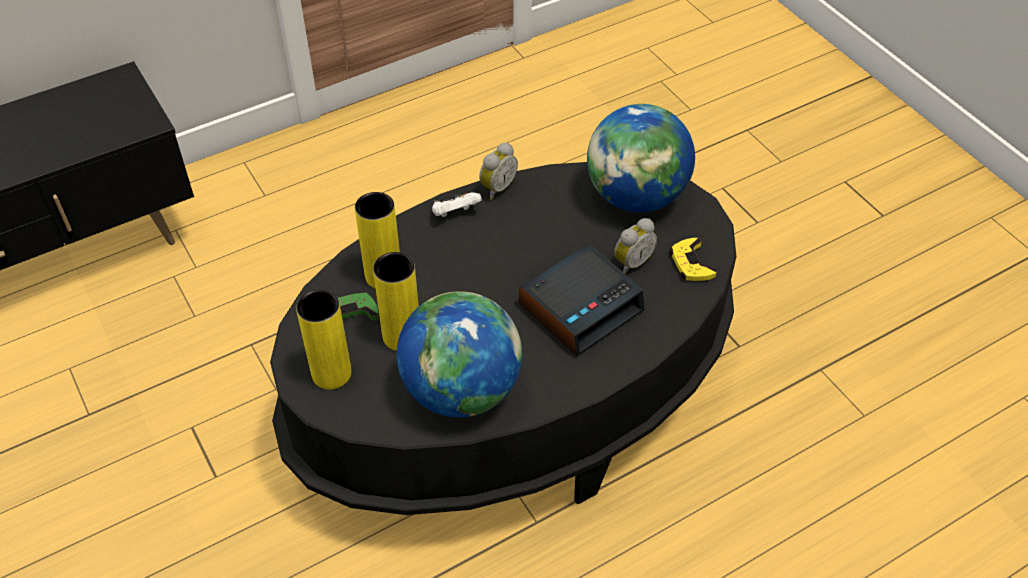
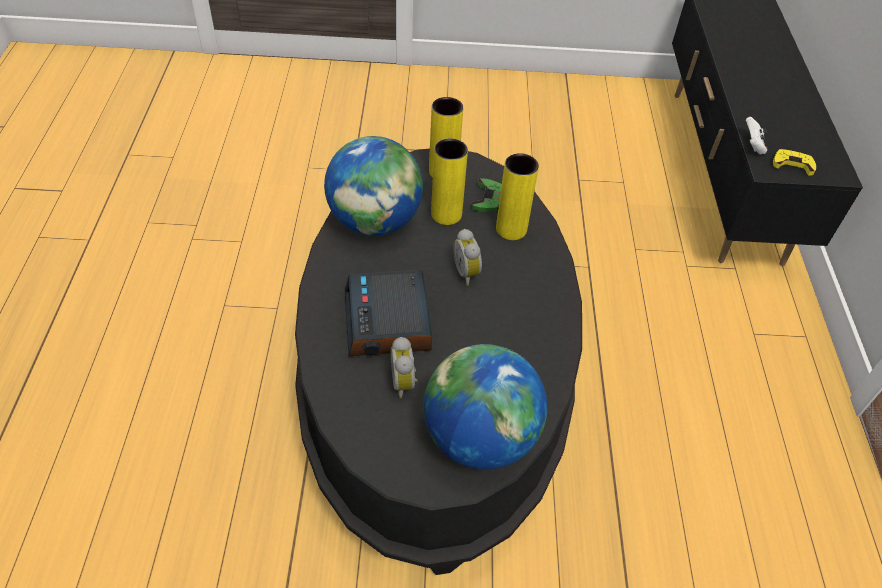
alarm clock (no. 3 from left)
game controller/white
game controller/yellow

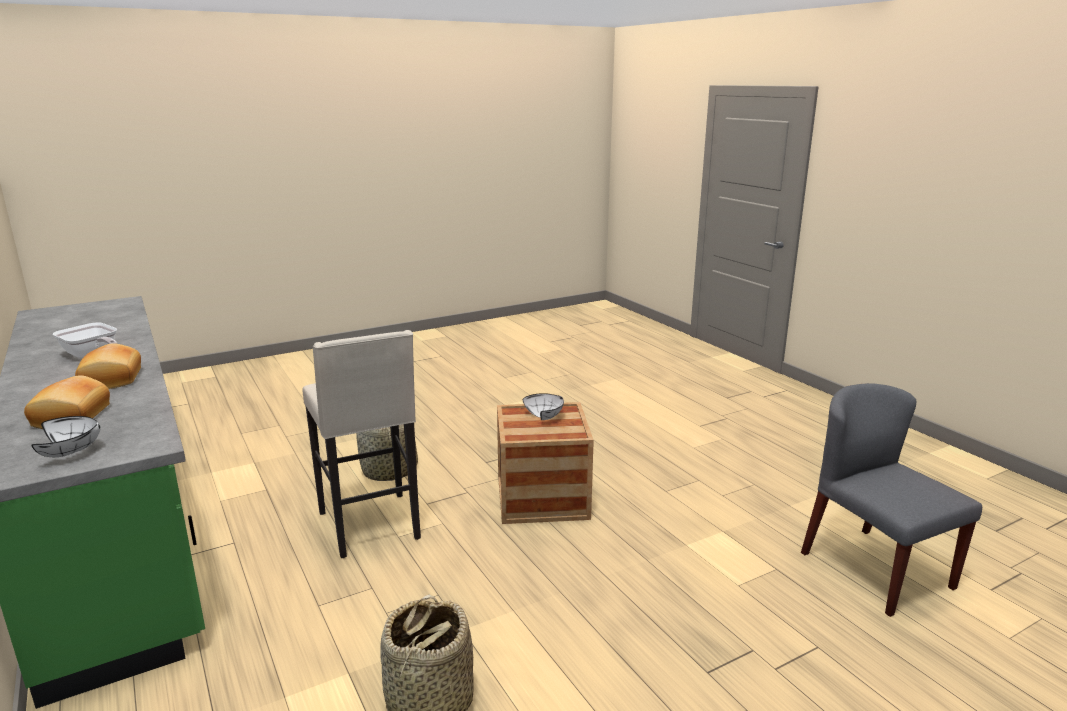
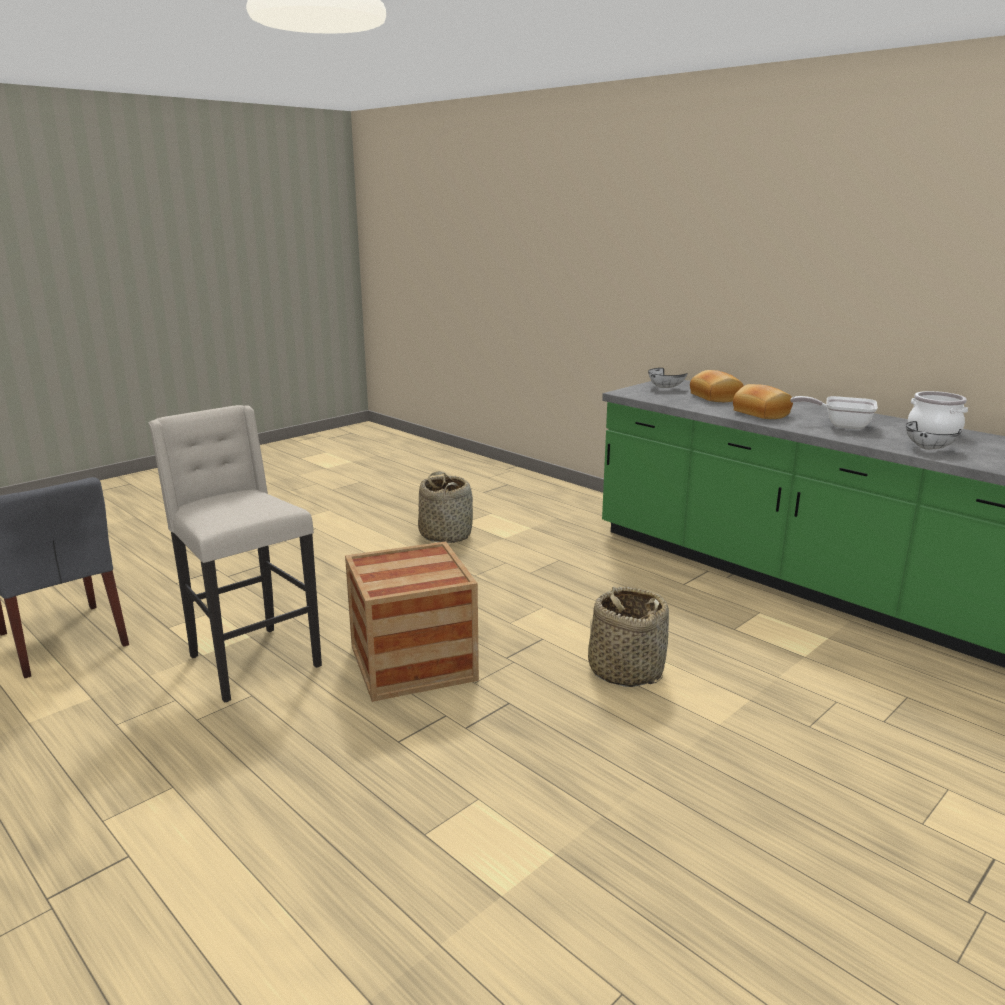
stool/beige
bowl/white (no. 2 from left)
cooking pot

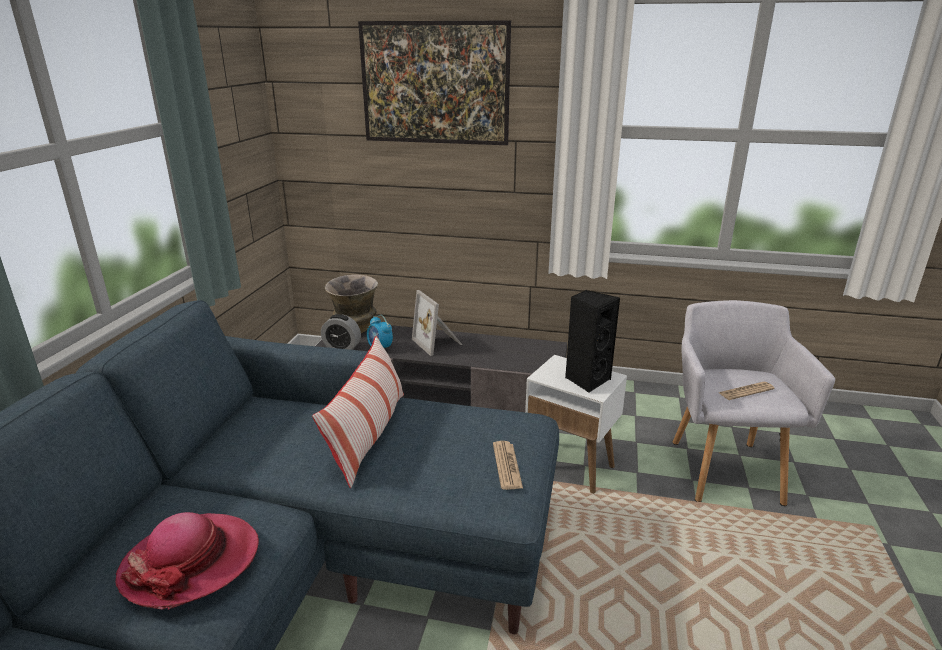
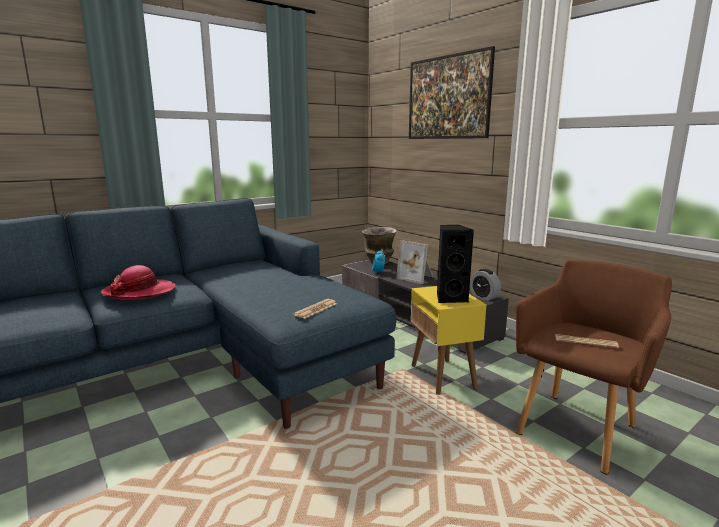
picture frame
armchair/brown
alarm clock (no. 2 from left)
pillow
side table/yellow

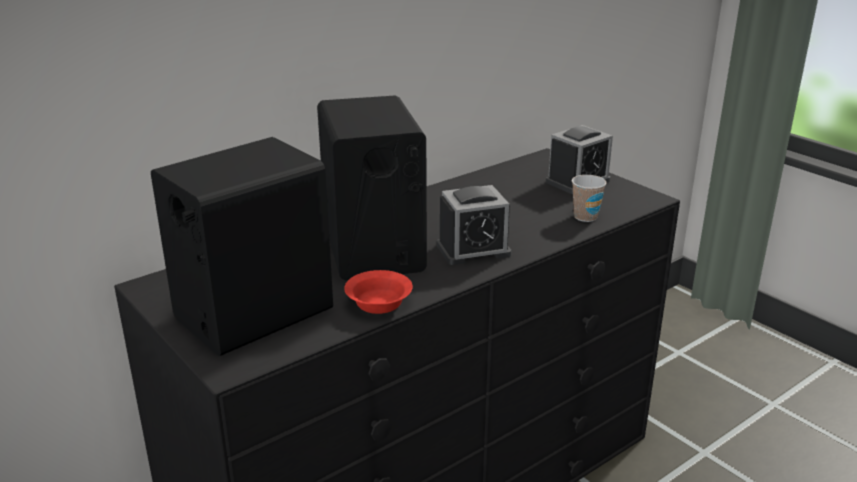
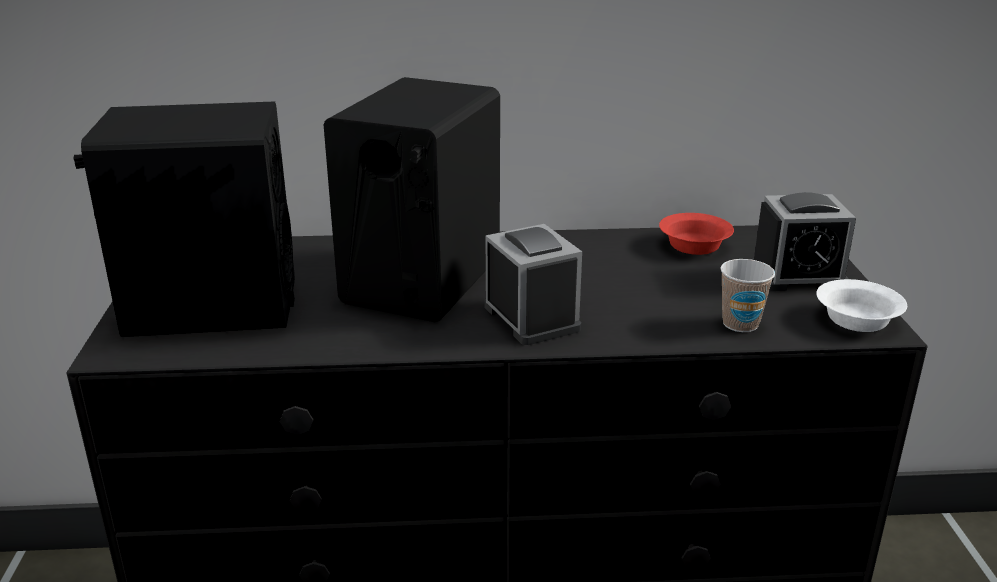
alarm clock (no. 1 from left)
bowl/red
bowl/white

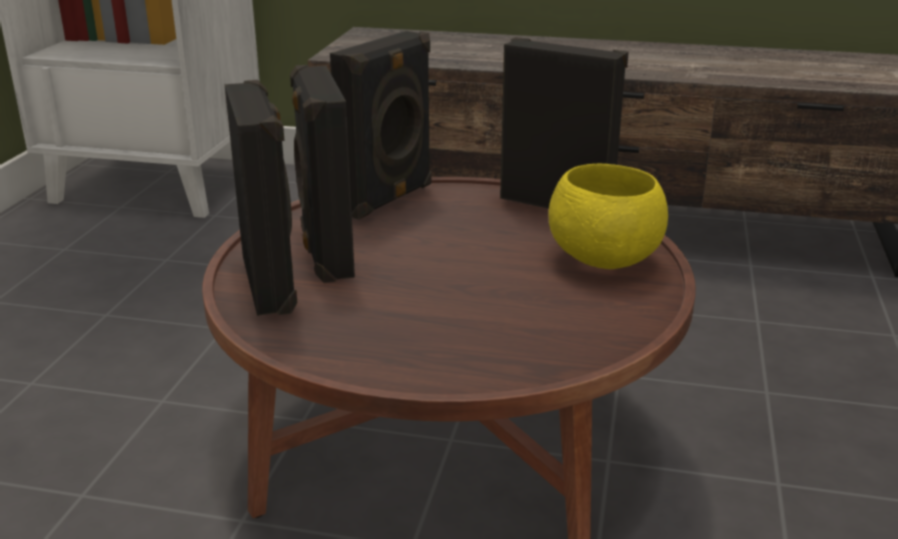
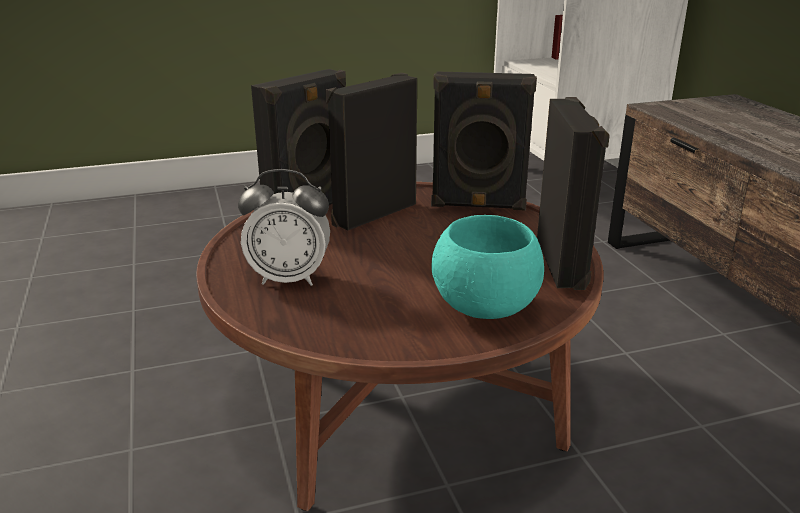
bowl/turquoise
alarm clock

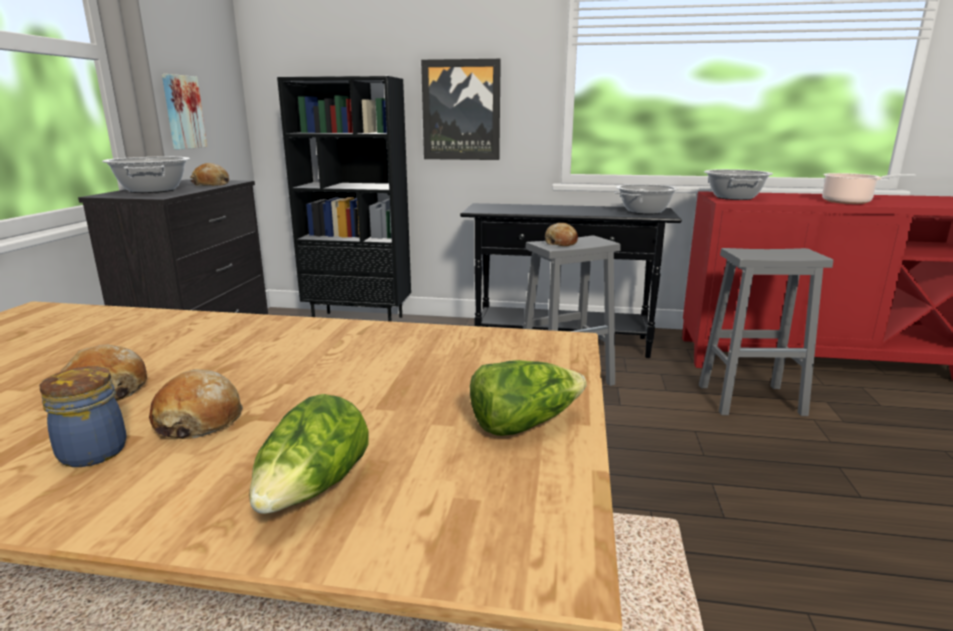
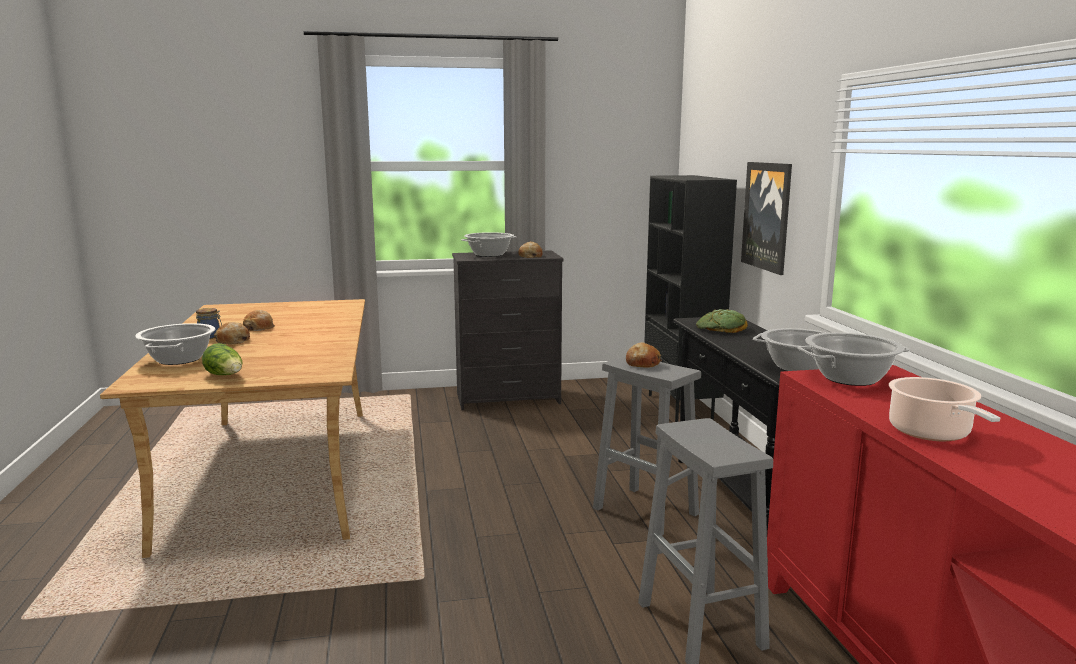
picture (no. 1 from left in the first image)
cooking pot (no. 1 from left)
bread (no. 5 from left)

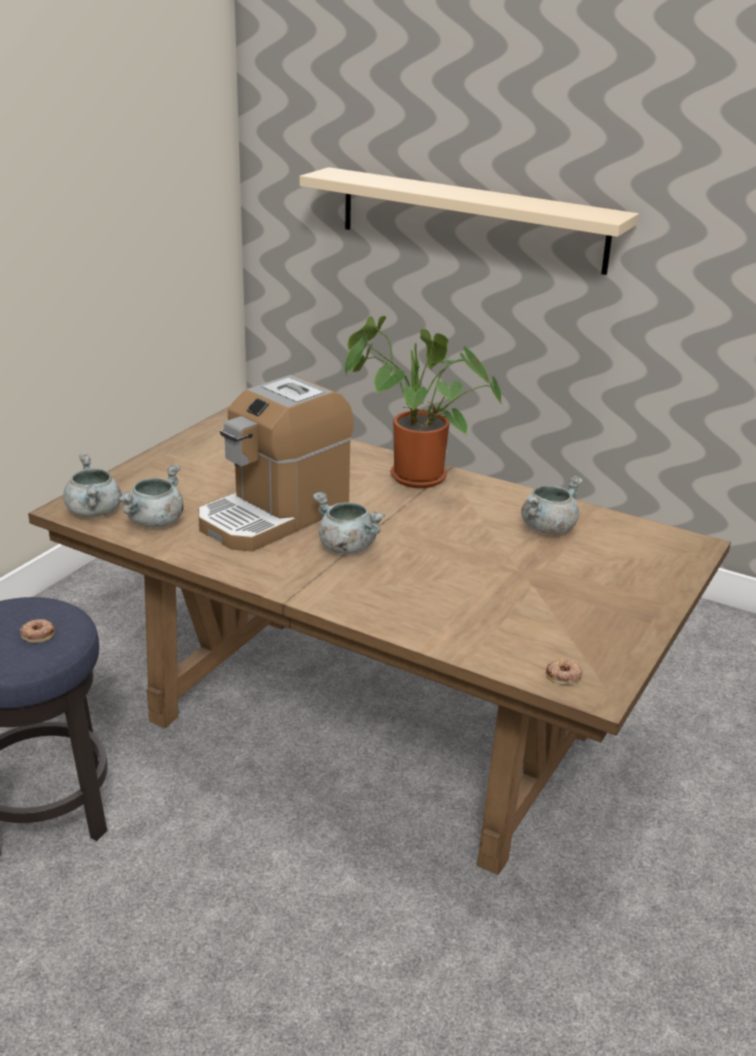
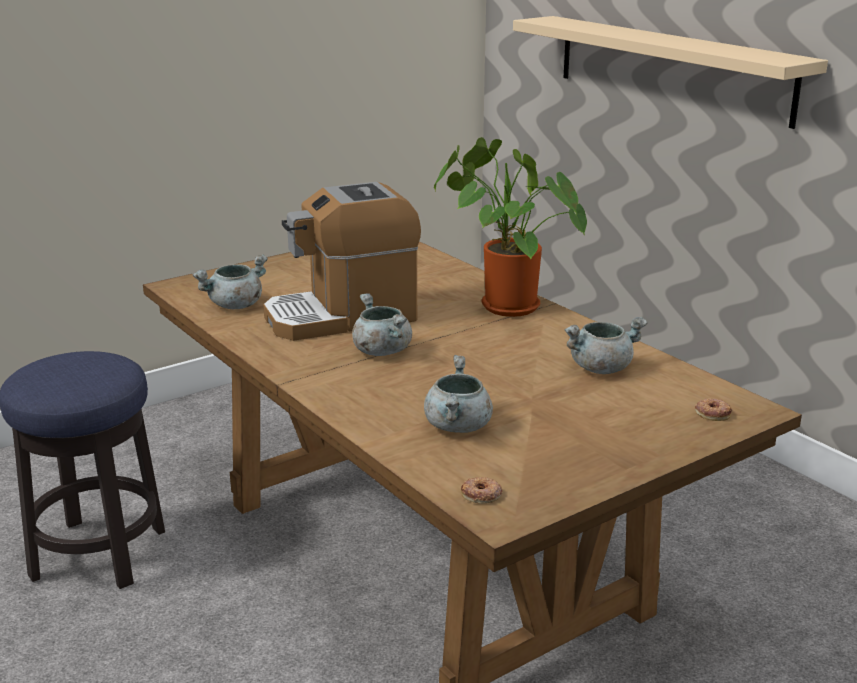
cooking pot/grey (no. 3 from left)
donut (no. 2 from left)

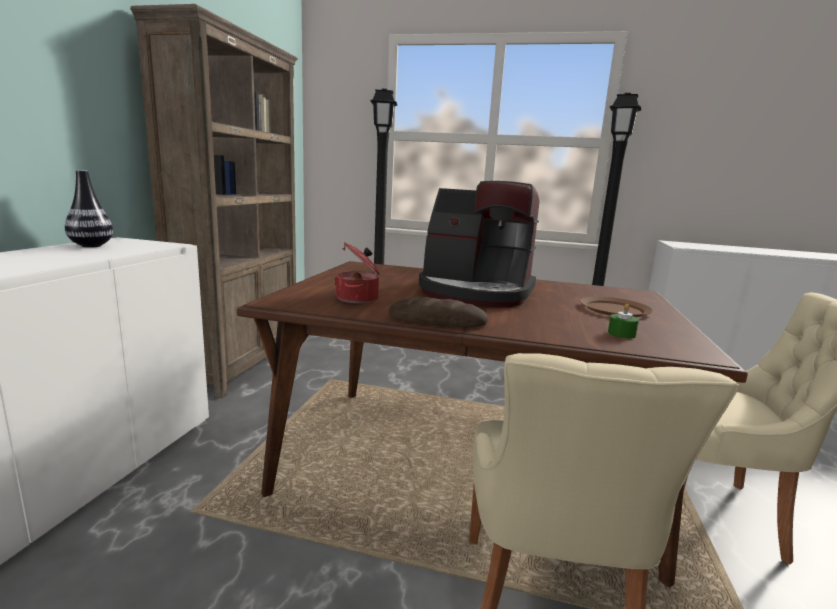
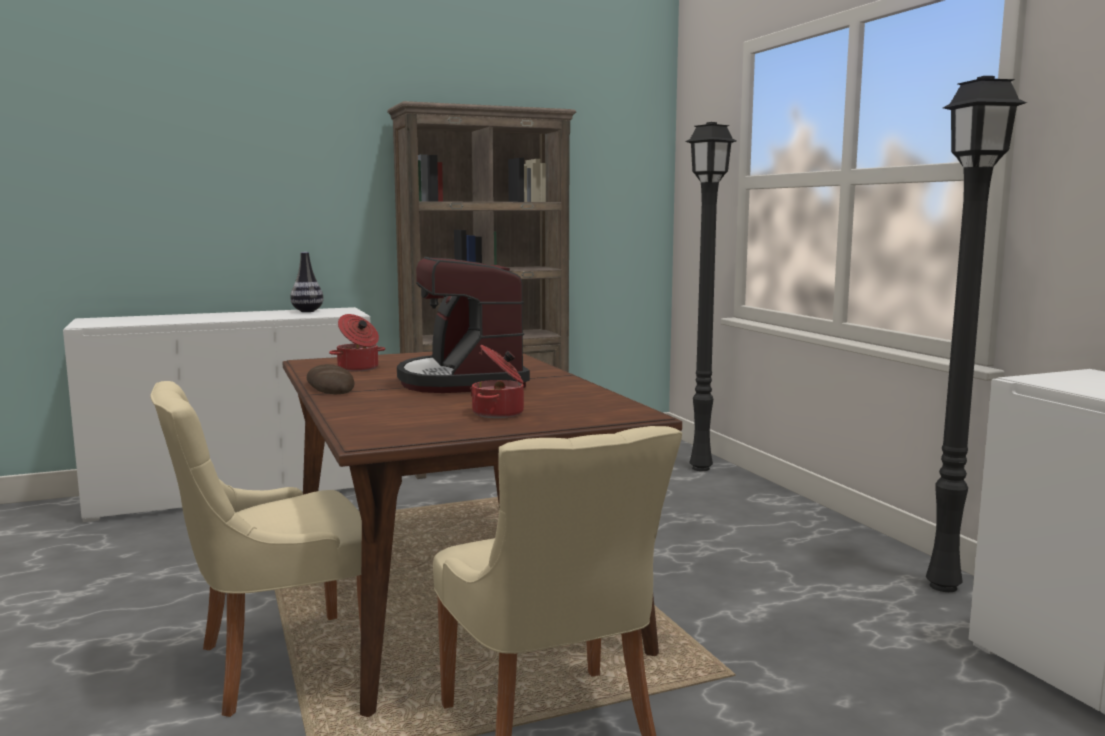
cooking pot (no. 2 from left)
candle/green

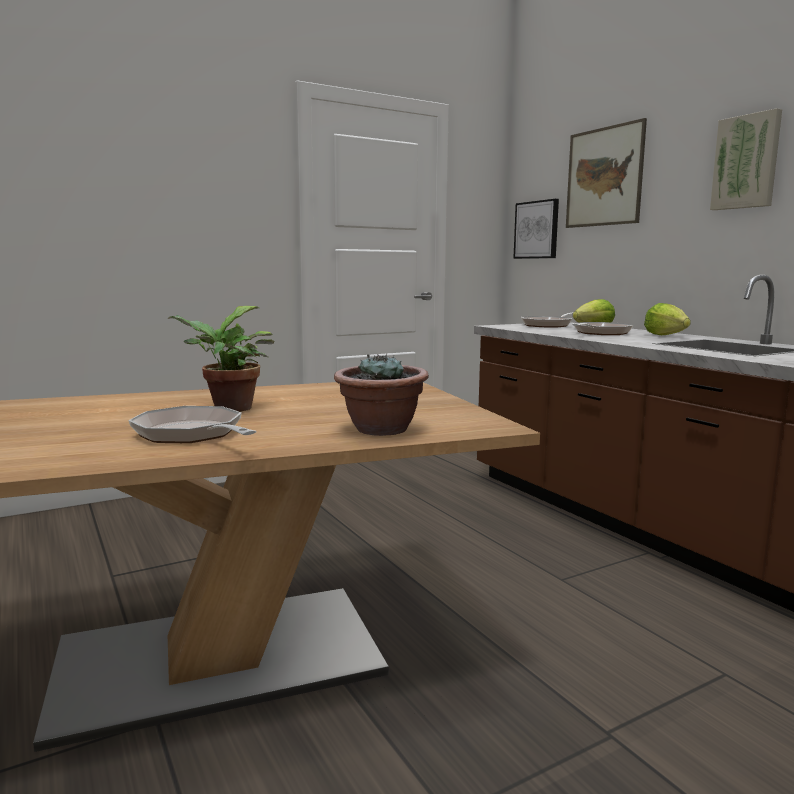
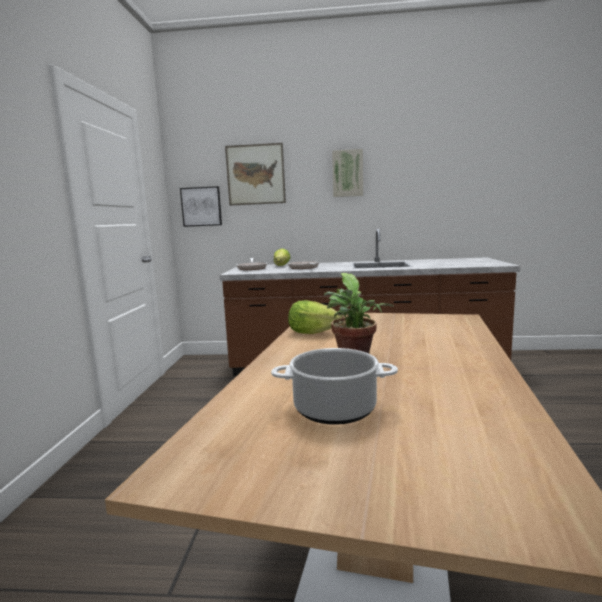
lettuce (no. 2 from left)
potted plant (no. 2 from left in the first image)
frying pan (no. 1 from left in the first image)
cooking pot

